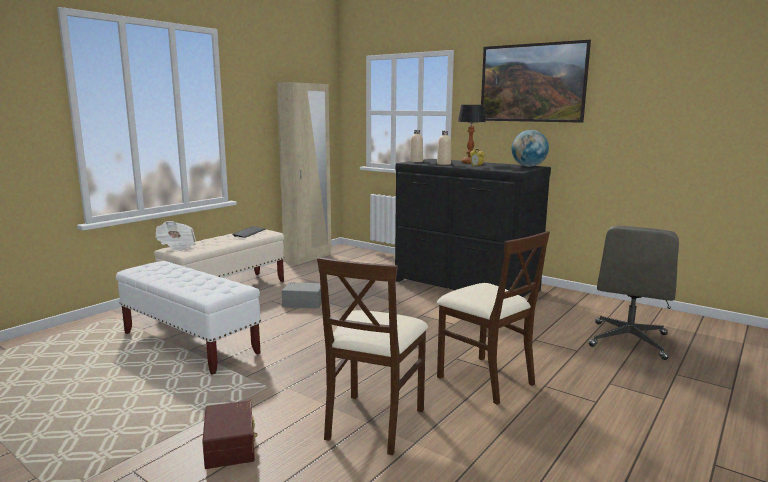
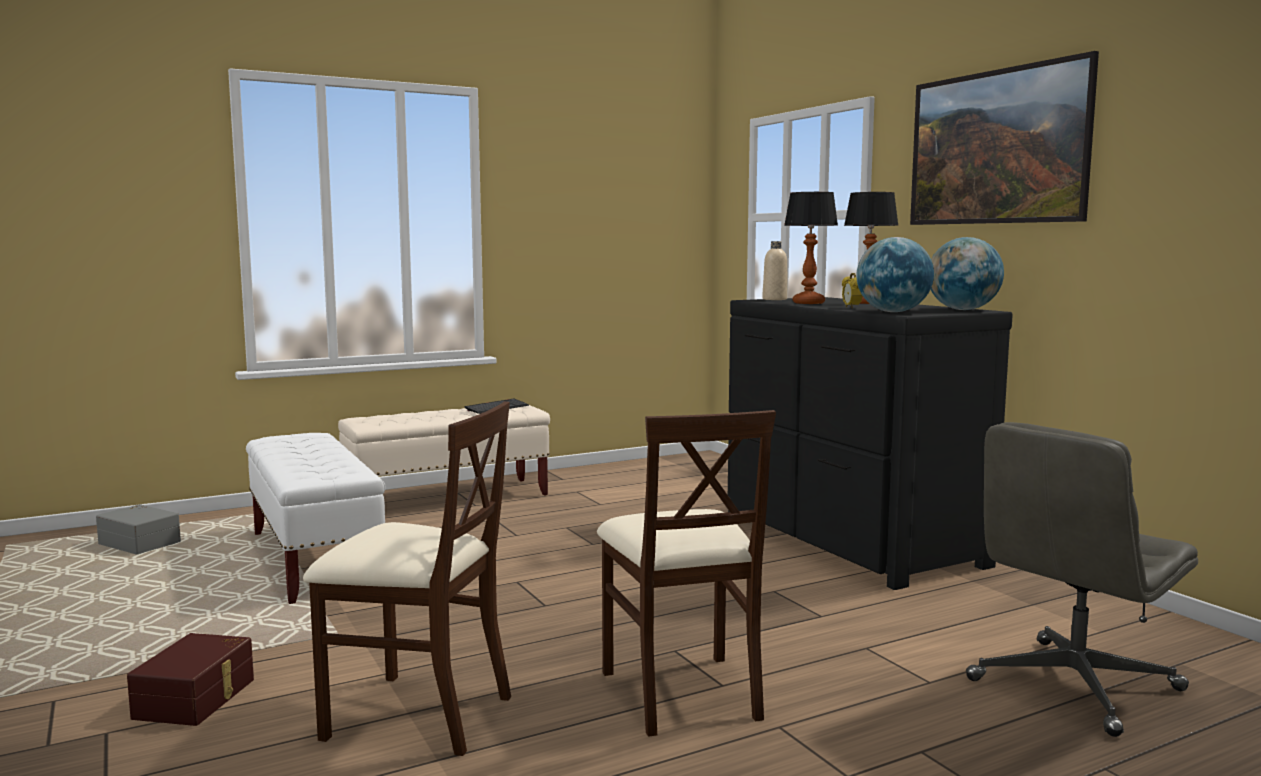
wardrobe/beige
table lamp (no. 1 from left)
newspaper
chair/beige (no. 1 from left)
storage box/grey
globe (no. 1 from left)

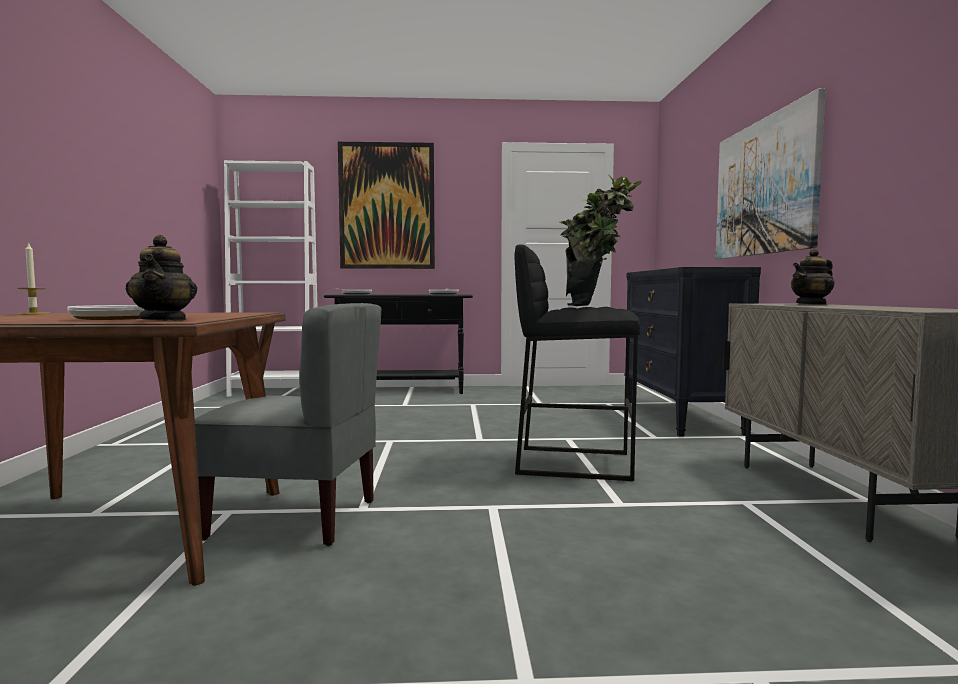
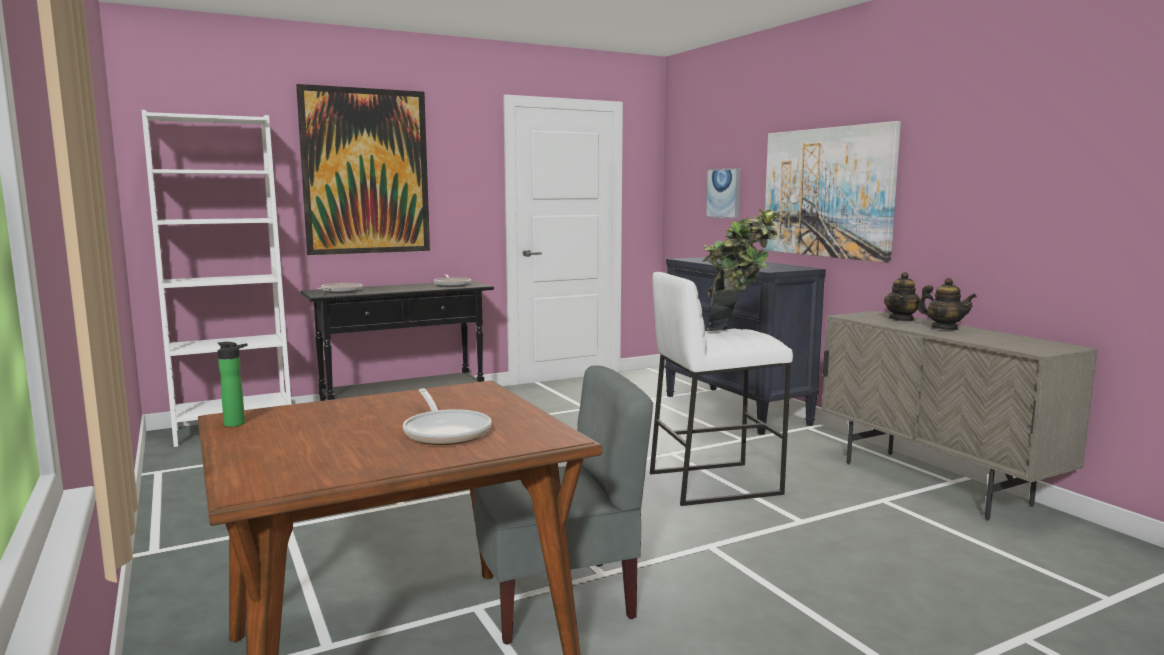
teapot (no. 2 from left)
bottle
stool/white
picture (no. 2 from left)

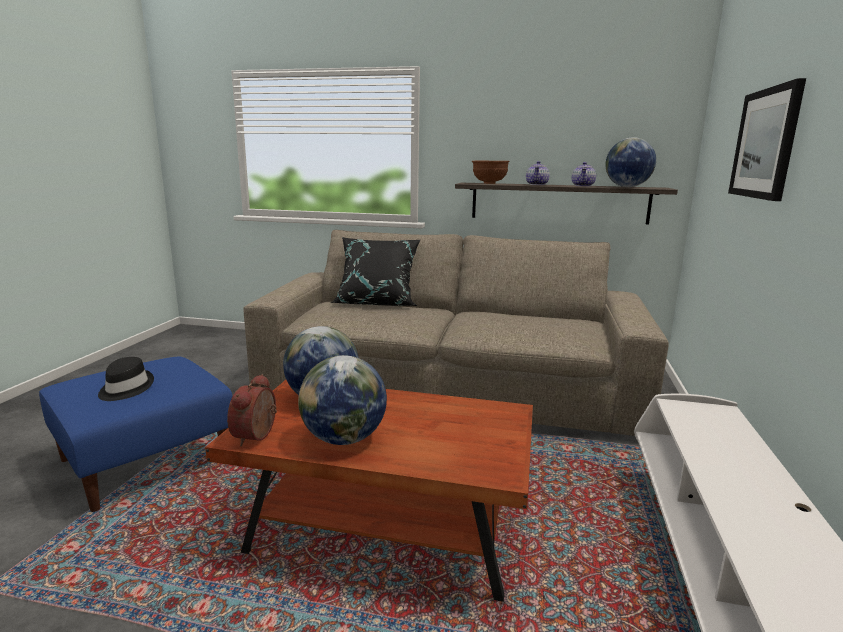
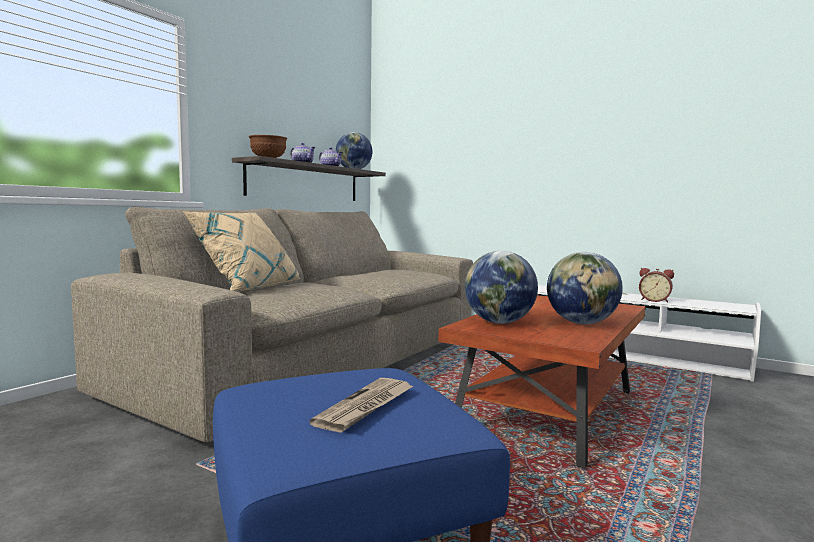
picture
pillow/beige
newspaper
alarm clock

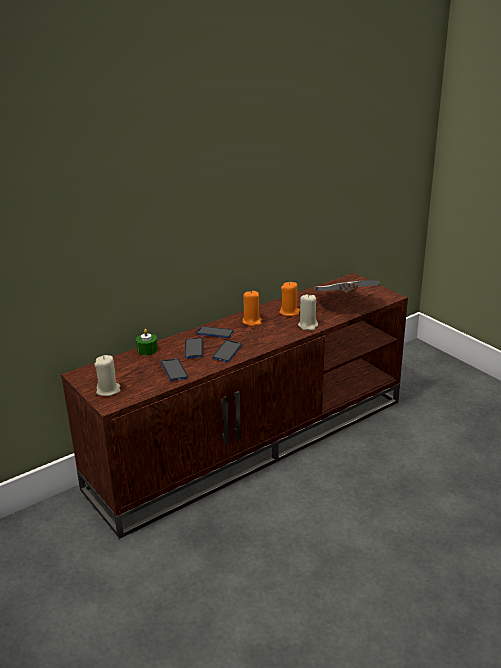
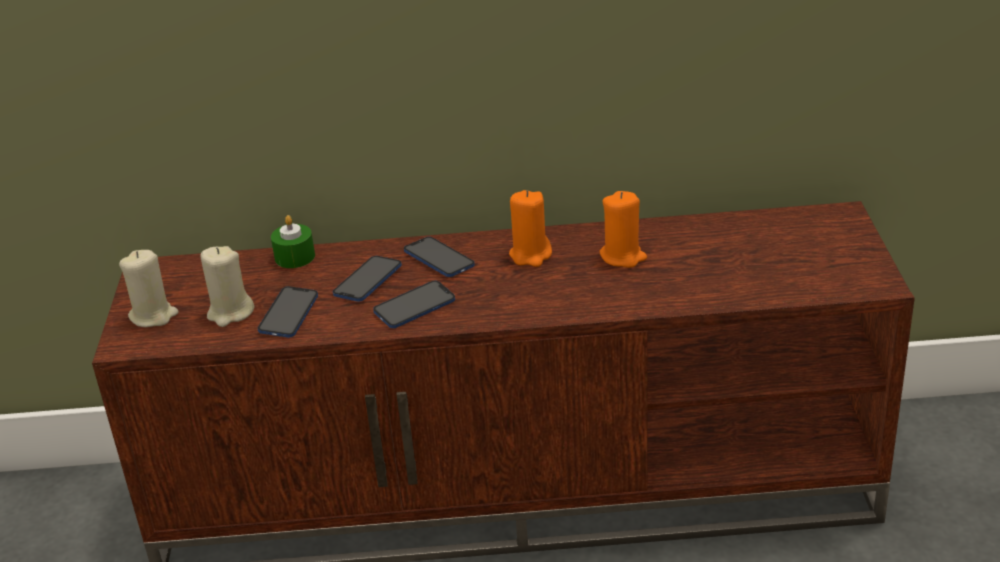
newspaper
candle/beige (no. 2 from left)

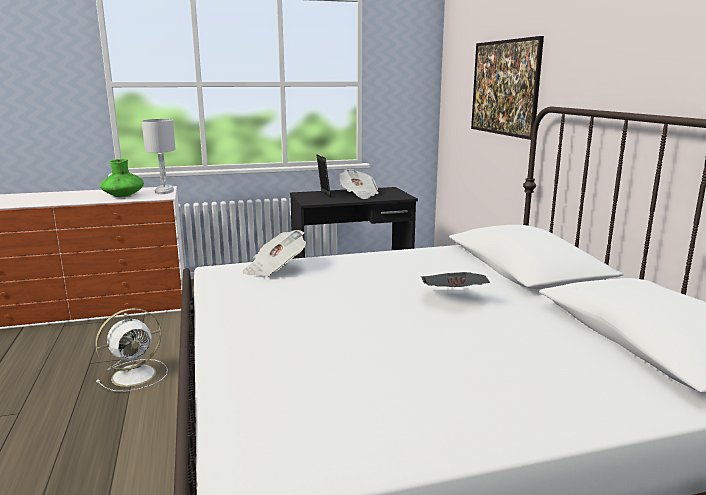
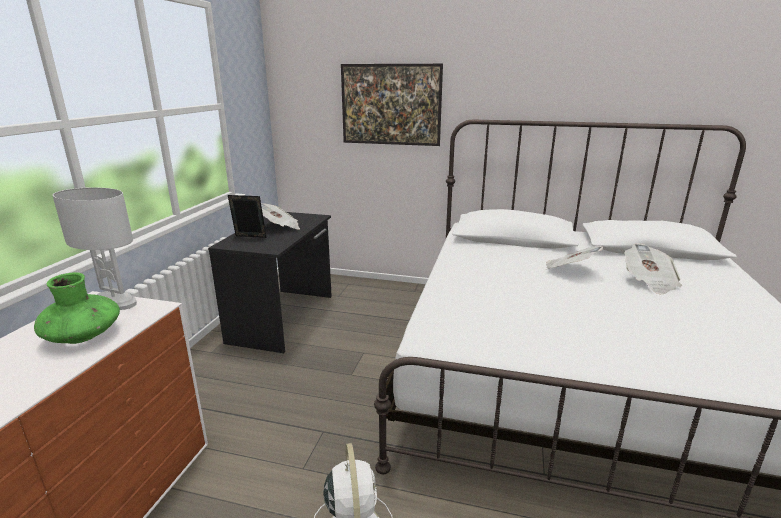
newspaper (no. 3 from left)

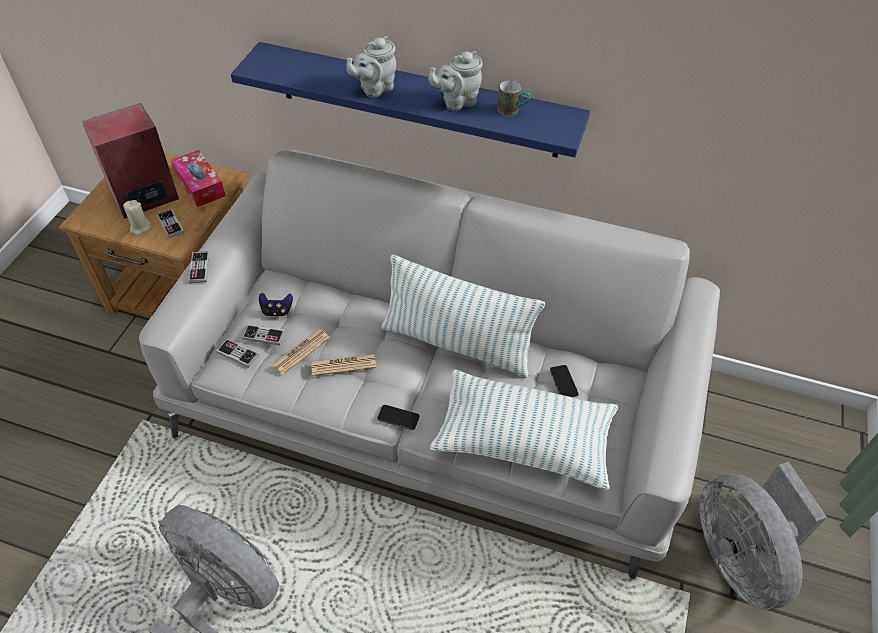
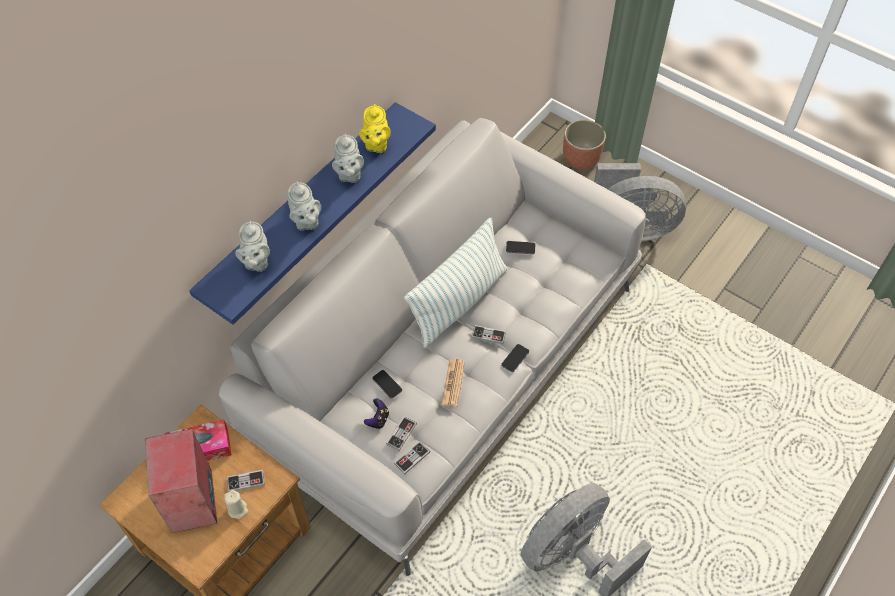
teapot/yellow
game controller (no. 5 from left)
newspaper (no. 1 from left in the first image)
pillow (no. 2 from left in the first image)
planter
teapot/grey (no. 1 from left)
phone (no. 1 from left)

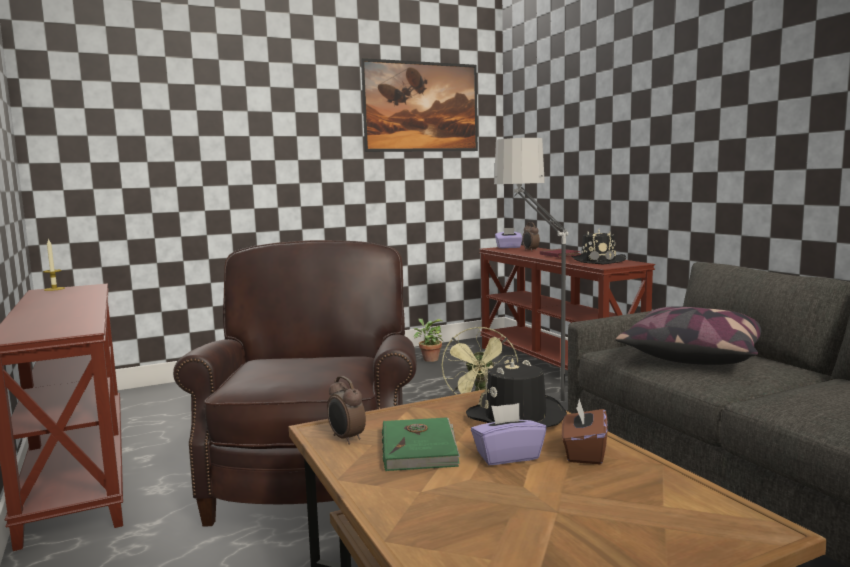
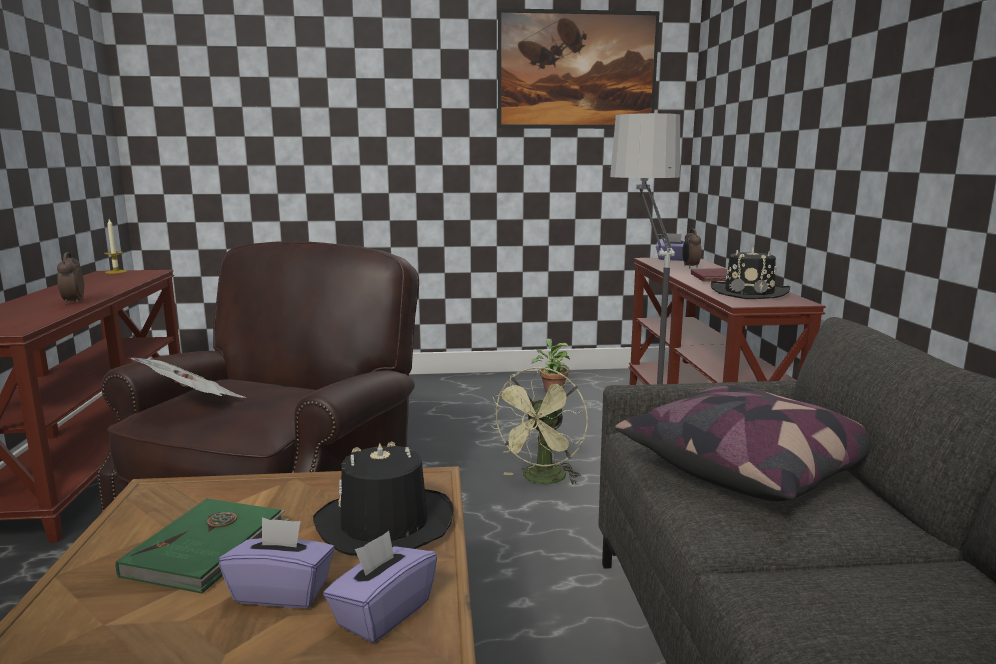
alarm clock (no. 1 from left)
tissue box/purple (no. 2 from left)
newspaper

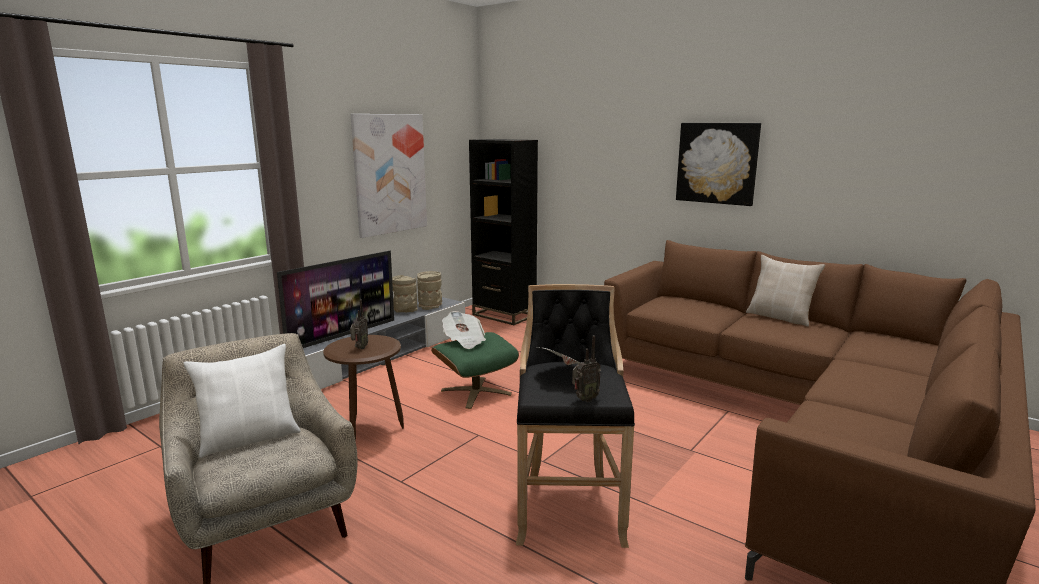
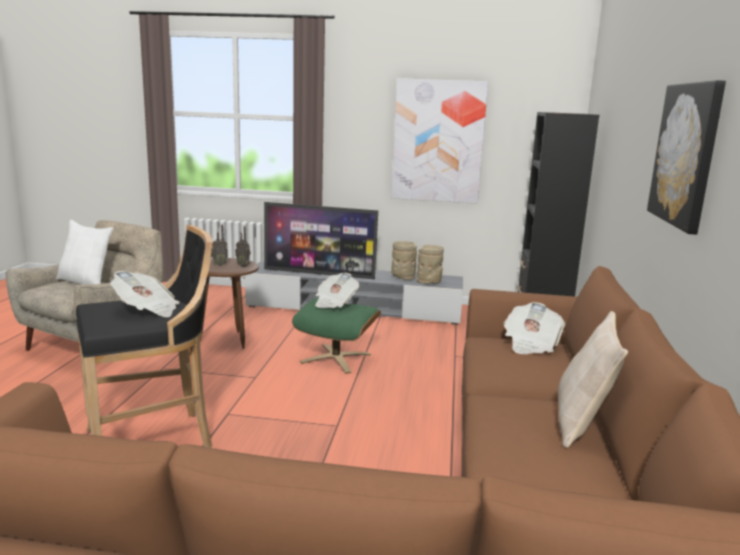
radio (no. 2 from left)
newspaper (no. 3 from left)

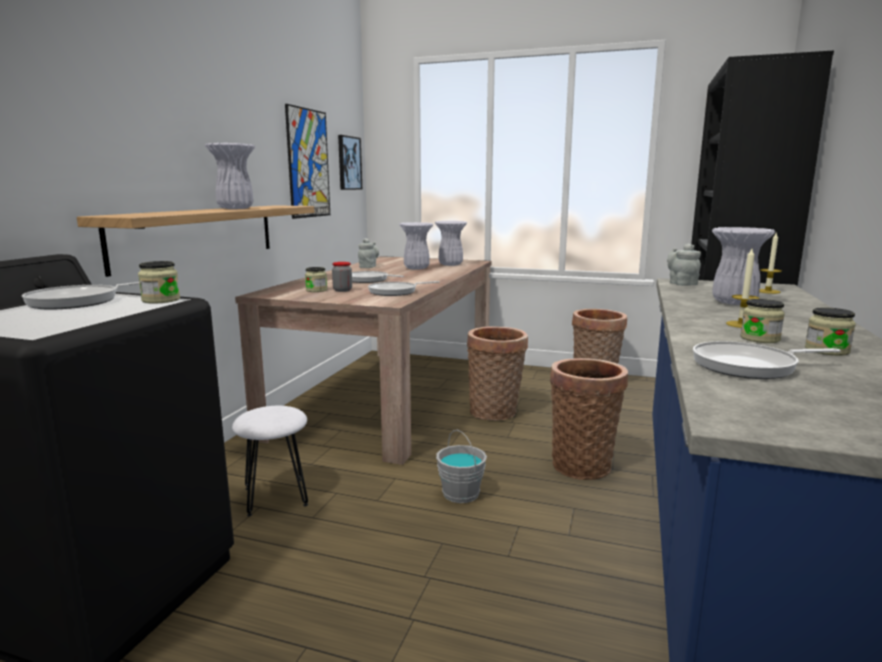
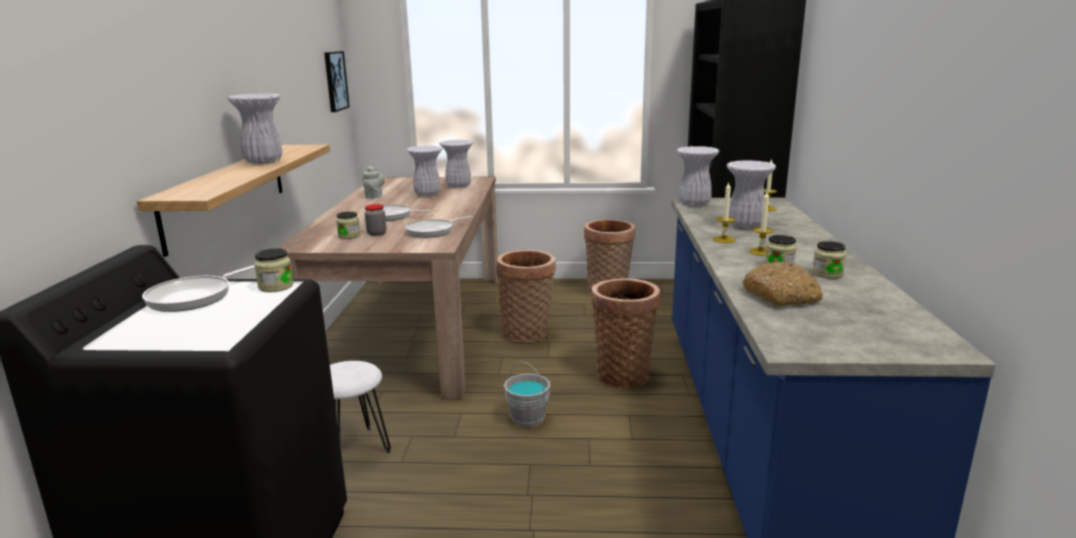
picture (no. 1 from left in the first image)
vase/white (no. 4 from left)
bread
candle (no. 1 from left)

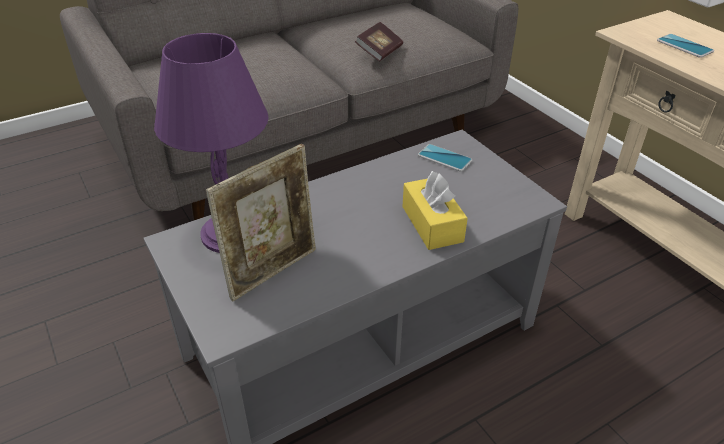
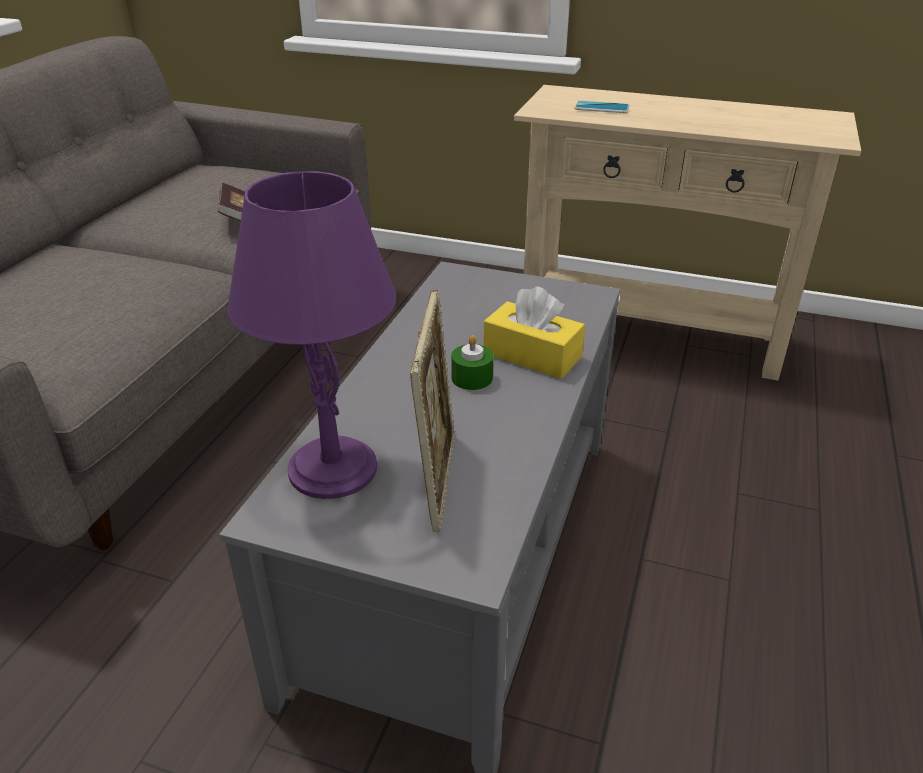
phone (no. 1 from left in the first image)
candle/green

